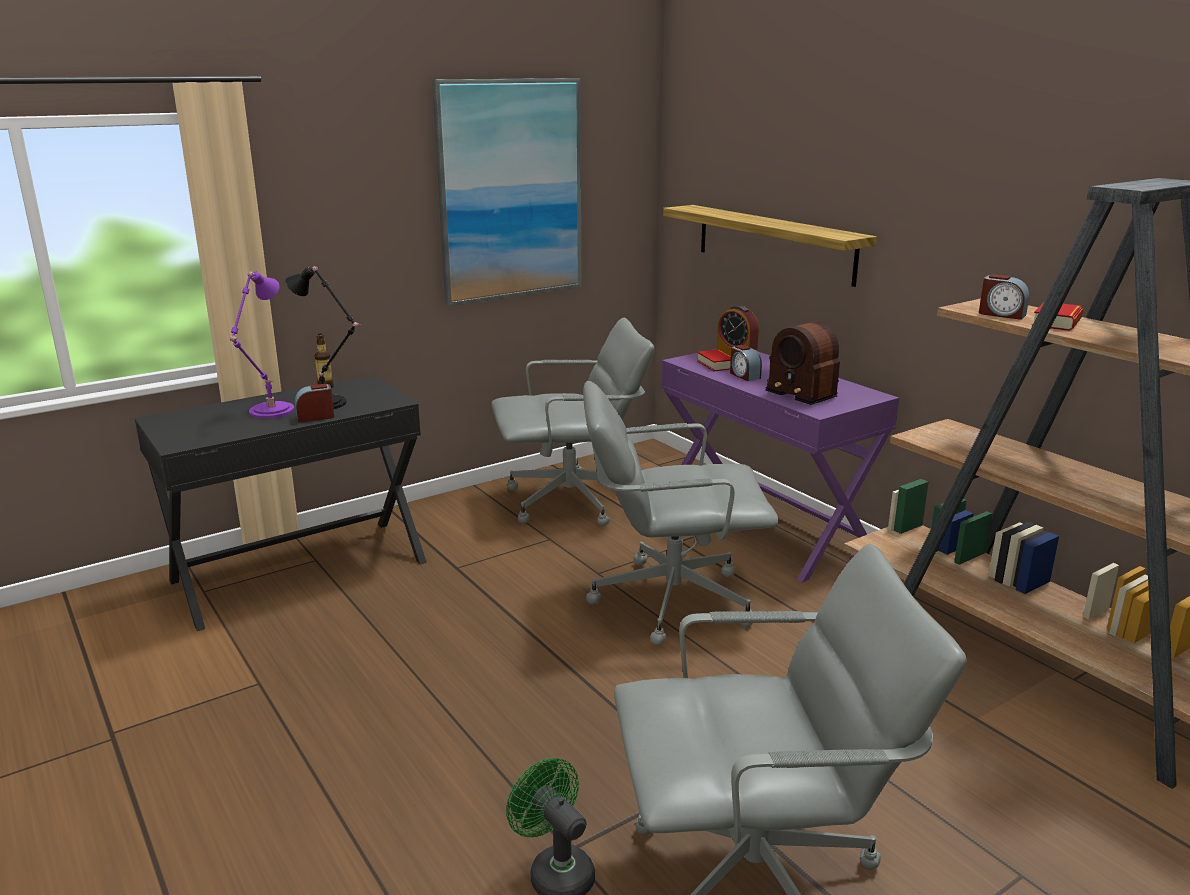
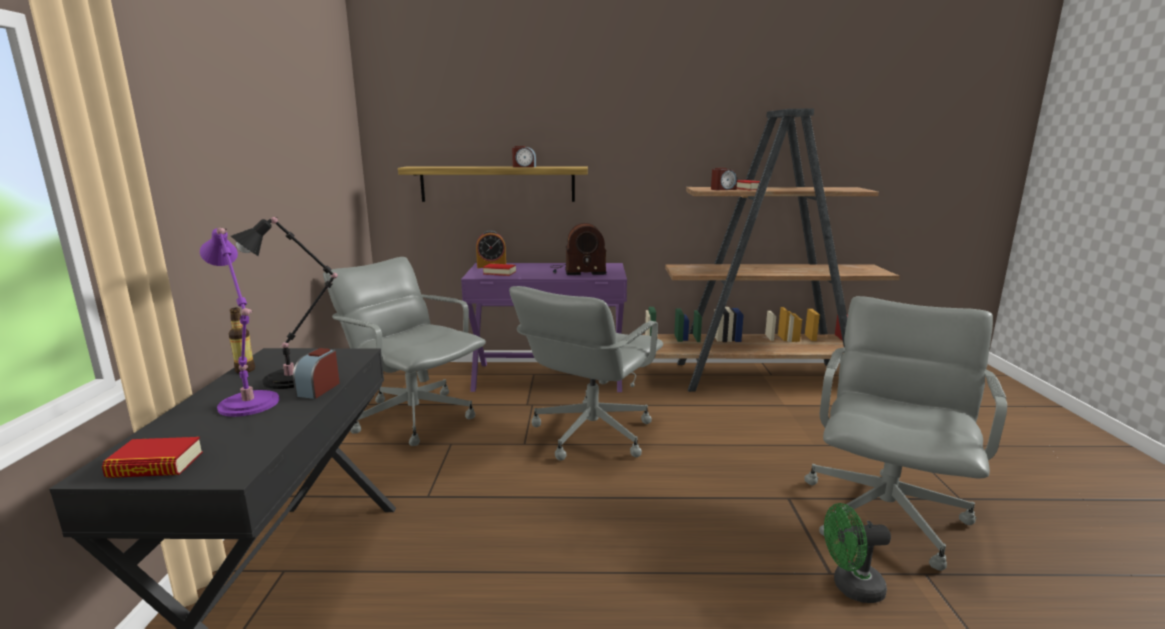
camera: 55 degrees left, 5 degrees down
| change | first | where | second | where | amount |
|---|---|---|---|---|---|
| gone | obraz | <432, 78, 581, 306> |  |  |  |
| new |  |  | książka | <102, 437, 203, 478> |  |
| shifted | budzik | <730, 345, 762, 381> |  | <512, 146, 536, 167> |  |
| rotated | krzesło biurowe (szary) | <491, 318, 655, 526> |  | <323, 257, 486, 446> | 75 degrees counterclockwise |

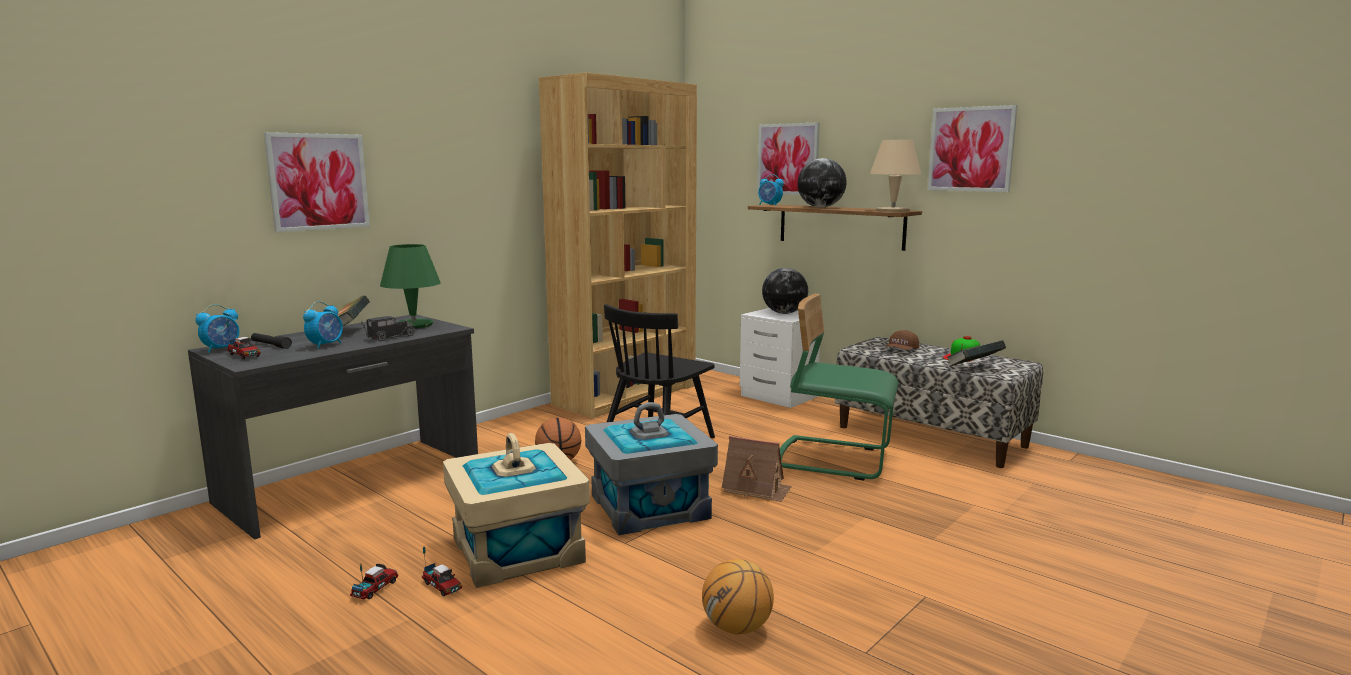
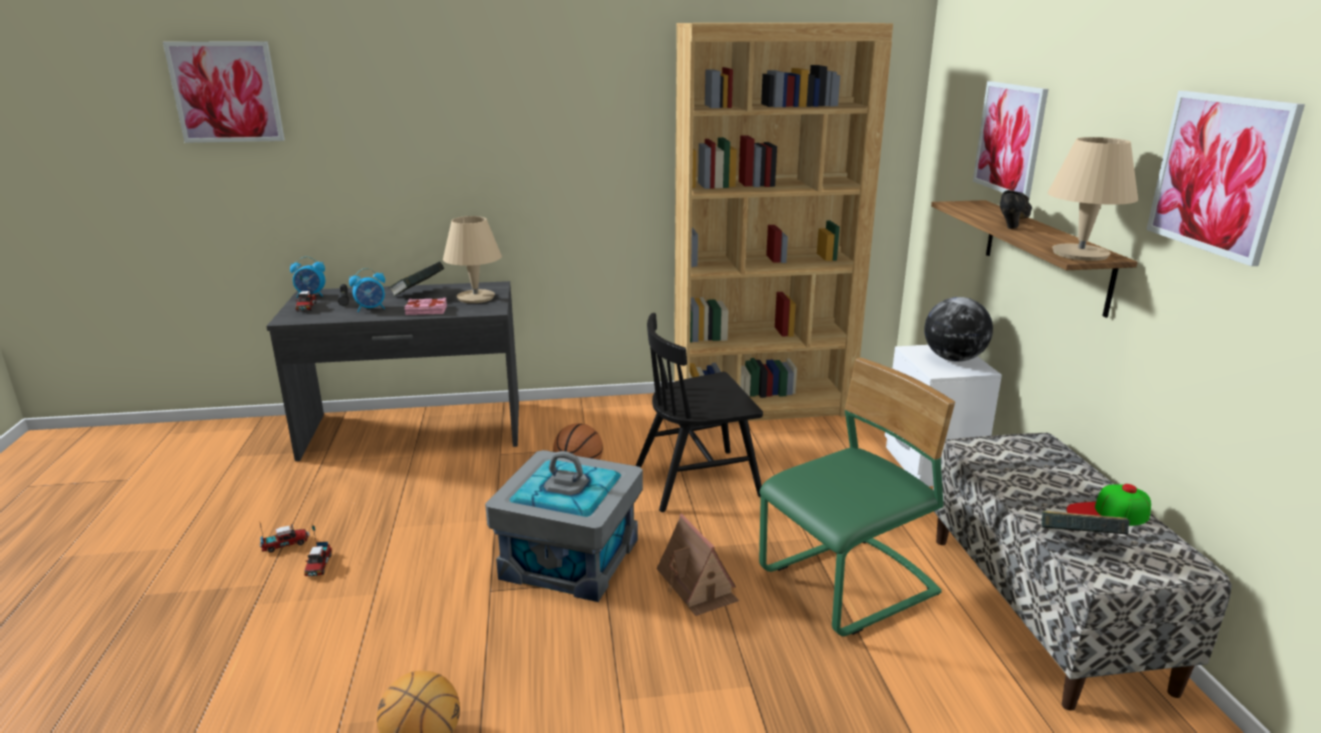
camera: 40 degrees right, 10 degrees up
| change | first | where | second | where | amount |
|---|---|---|---|---|---|
| gone | pojemnik do przechowywania (beżowy) | <443, 433, 590, 588> |  |  |  |
| gone | budzik | <758, 174, 784, 206> |  |  |  |
| gone | czapka z daszkiem (brązowy) | <885, 330, 920, 350> |  |  |  |
| shifted | obraz | <264, 132, 370, 232> |  | <163, 41, 285, 143> |  |
| swapped | ciężarówka zabawkowa | <361, 316, 415, 341> | książka (różowy) | <404, 298, 447, 315> |  |
| swapped | globus | <797, 158, 847, 207> | but (czarny) | <1000, 190, 1032, 229> |  |
| repainted | lampa stołowa (zielony) | <380, 244, 441, 329> | lampa stołowa (beżowy) | <443, 216, 502, 303> |  |
| rotated | krzesło (zielony) | <780, 294, 899, 481> |  | <759, 358, 955, 636> | 90 degrees clockwise |

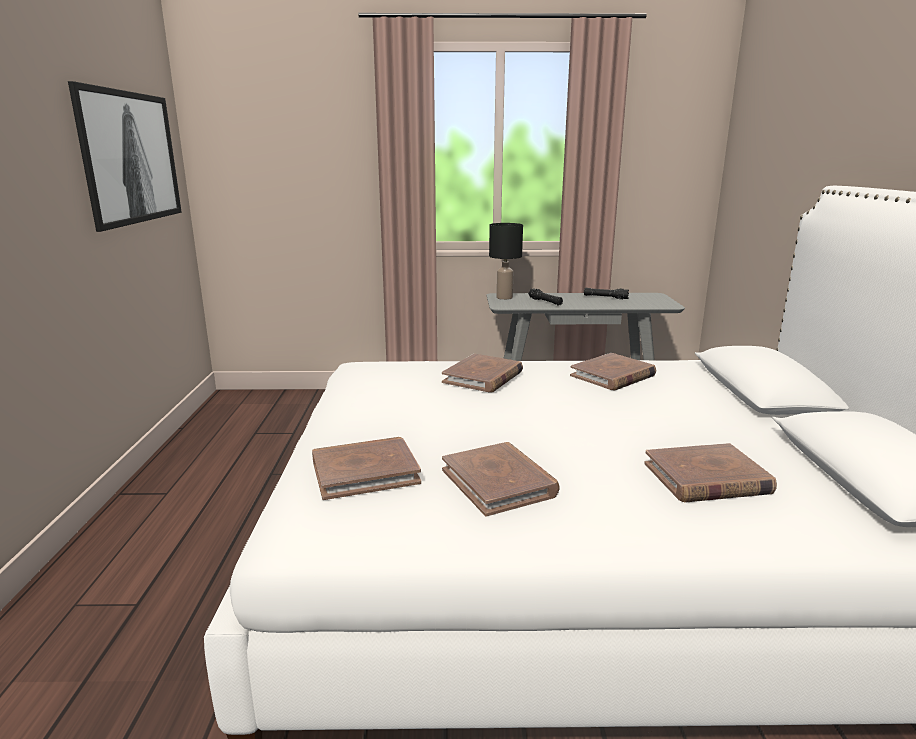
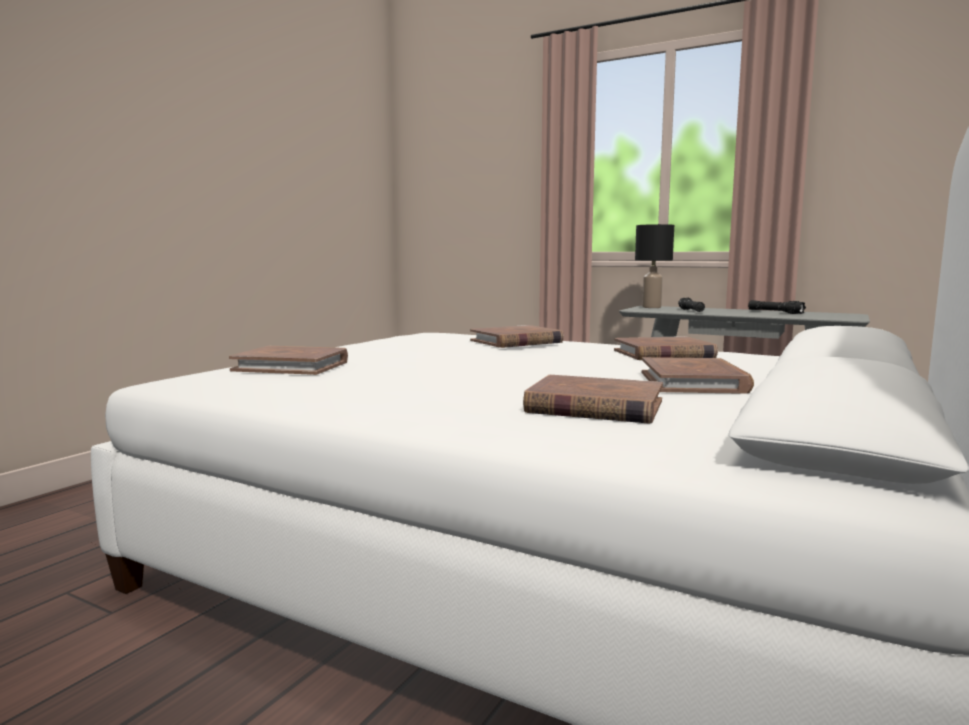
camera: 30 degrees right, 10 degrees down
| change | first | where | second | where | amount |
|---|---|---|---|---|---|
| gone | obraz | <68, 81, 182, 232> |  |  |  |
| shifted | książka (brązowy) | <442, 442, 560, 516> |  | <642, 357, 754, 394> |  |

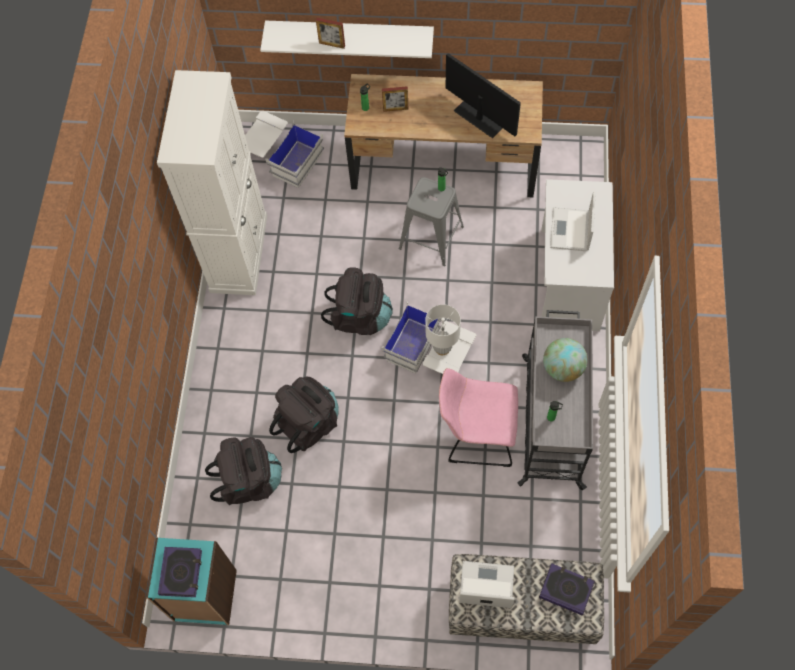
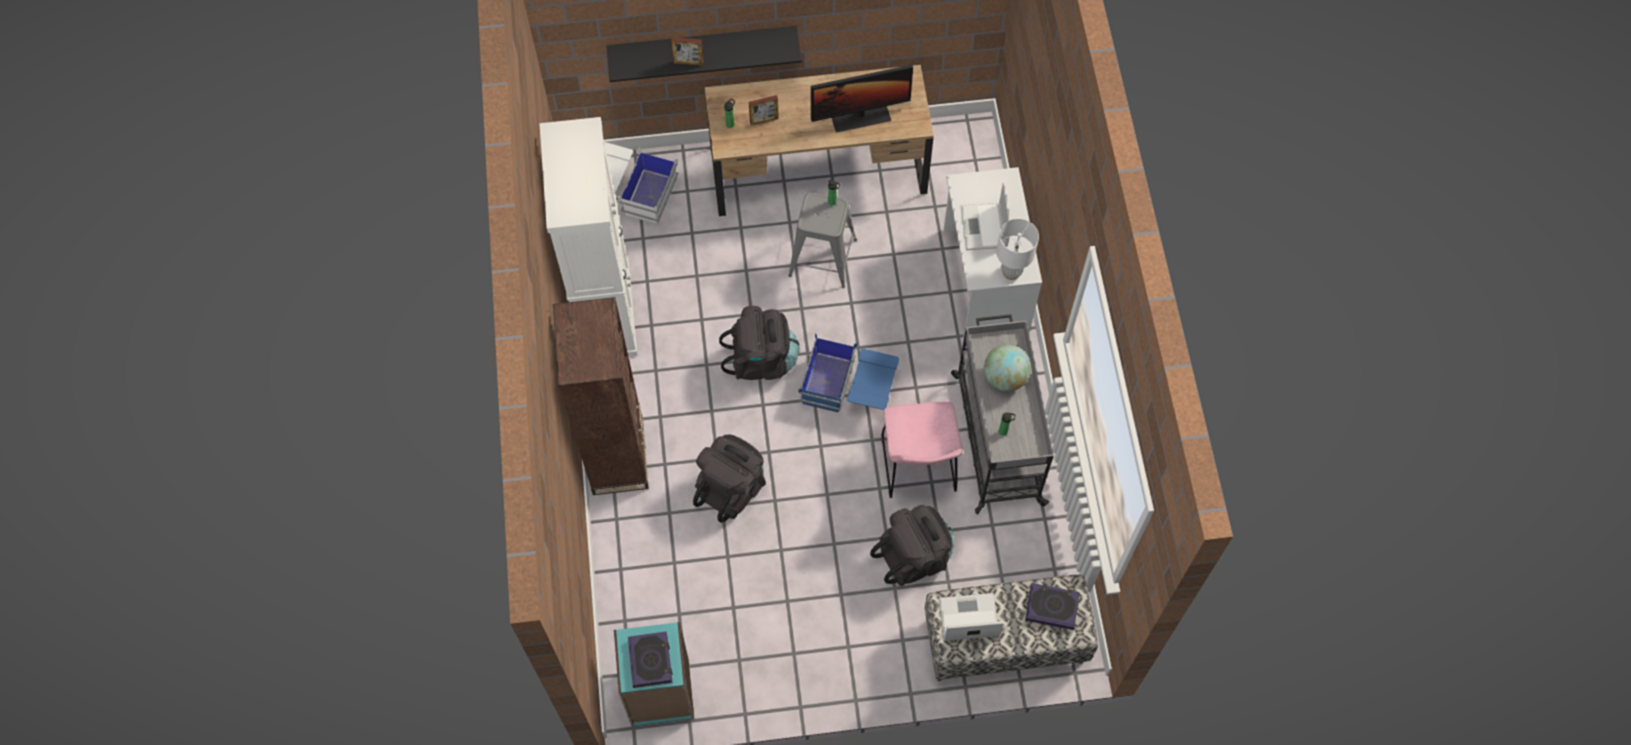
camera: 15 degrees left, 0 degrees up
| change | first | where | second | where | amount |
|---|---|---|---|---|---|
| new |  |  | regał (brązowy) | <553, 297, 649, 495> |  |
| shifted | plecak (czarny) | <205, 437, 282, 505> |  | <870, 505, 954, 586> |  |
| shifted | lampa stołowa (biały) | <425, 304, 461, 355> |  | <996, 219, 1039, 280> |  |
| repainted | półka (biały) | <260, 20, 434, 58> | półka (czarny) | <606, 26, 802, 82> |  |
| repainted | pojemnik do przechowywania (biały) | <381, 302, 476, 374> | pojemnik do przechowywania (niebieski) | <798, 333, 899, 412> |  |
| rotated | krzesło (różowy) | <439, 368, 518, 467> |  | <881, 402, 963, 498> | 90 degrees counterclockwise |
| rotated | monitor | <446, 53, 521, 138> |  | <811, 65, 913, 133> | 135 degrees clockwise |

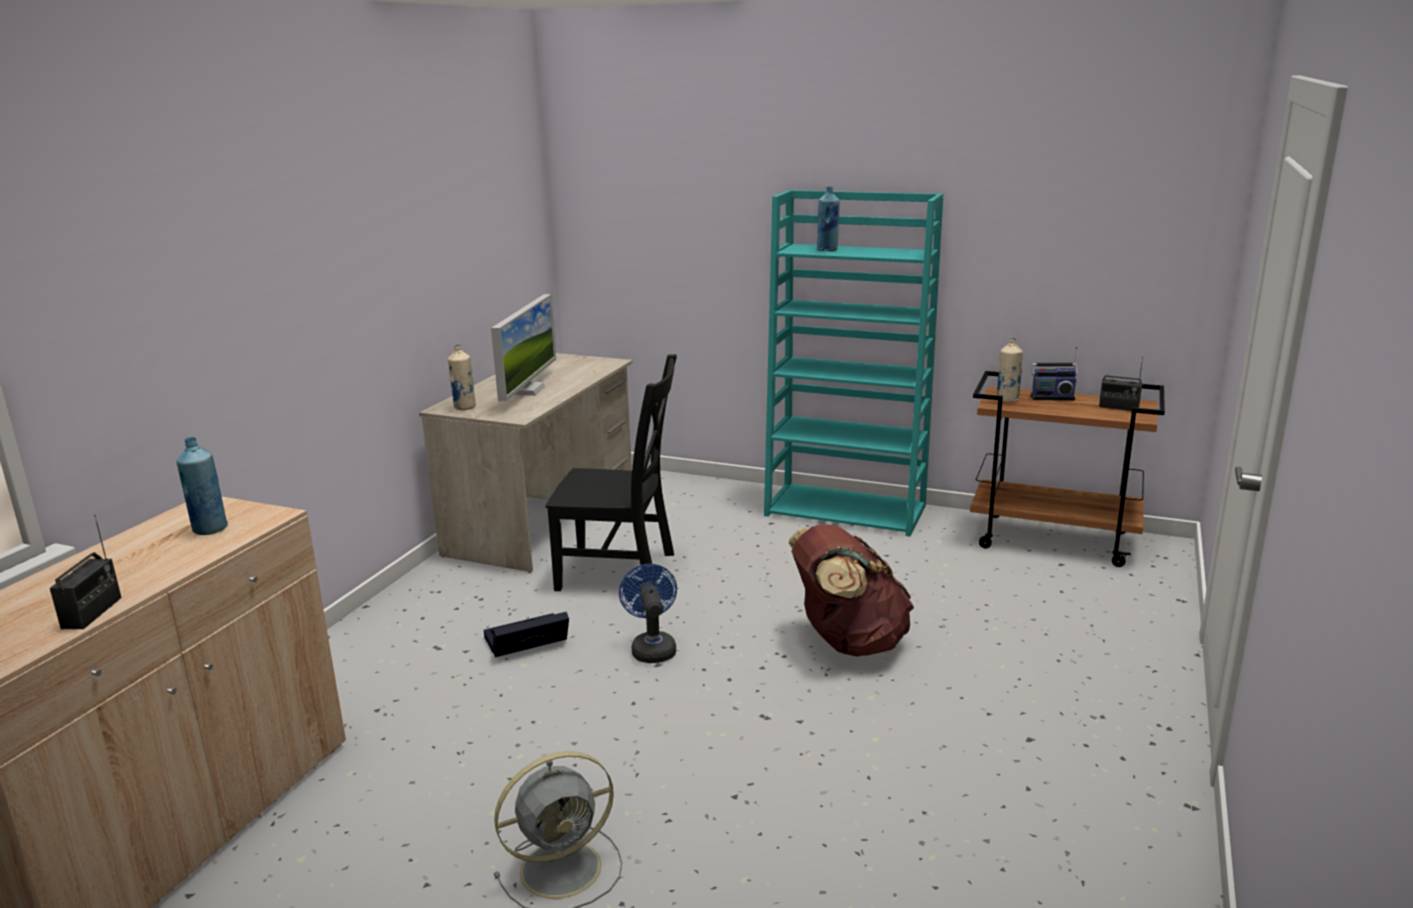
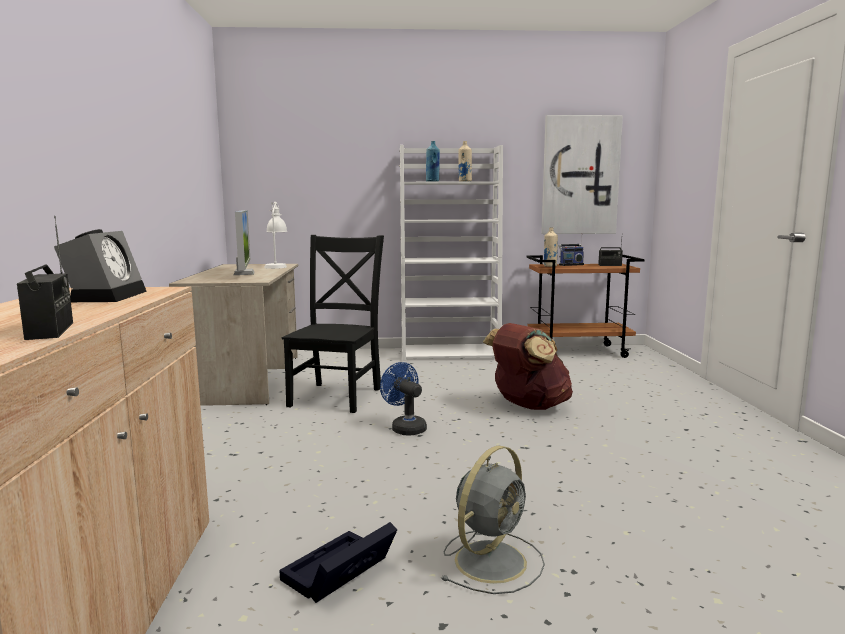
camera: 25 degrees left, 10 degrees down
| change | first | where | second | where | amount |
|---|---|---|---|---|---|
| new |  |  | lampa stołowa (biały) | <264, 202, 288, 269> |  |
| new |  |  | obraz | <541, 115, 623, 234> |  |
| shifted | butelka (beżowy) | <448, 344, 476, 410> |  | <458, 141, 472, 182> |  |
| shifted | pojemnik do przechowywania (czarny) | <484, 612, 569, 657> |  | <279, 522, 398, 603> |  |
| swapped | butelka (niebieski) | <176, 437, 228, 535> | budzik | <54, 229, 147, 302> |  |
| repainted | regał (turkusowy) | <764, 190, 943, 536> | regał (biały) | <400, 145, 503, 361> |  |
| rotated | krzesło (czarny) | <545, 354, 677, 591> |  | <282, 235, 384, 413> | 60 degrees counterclockwise |

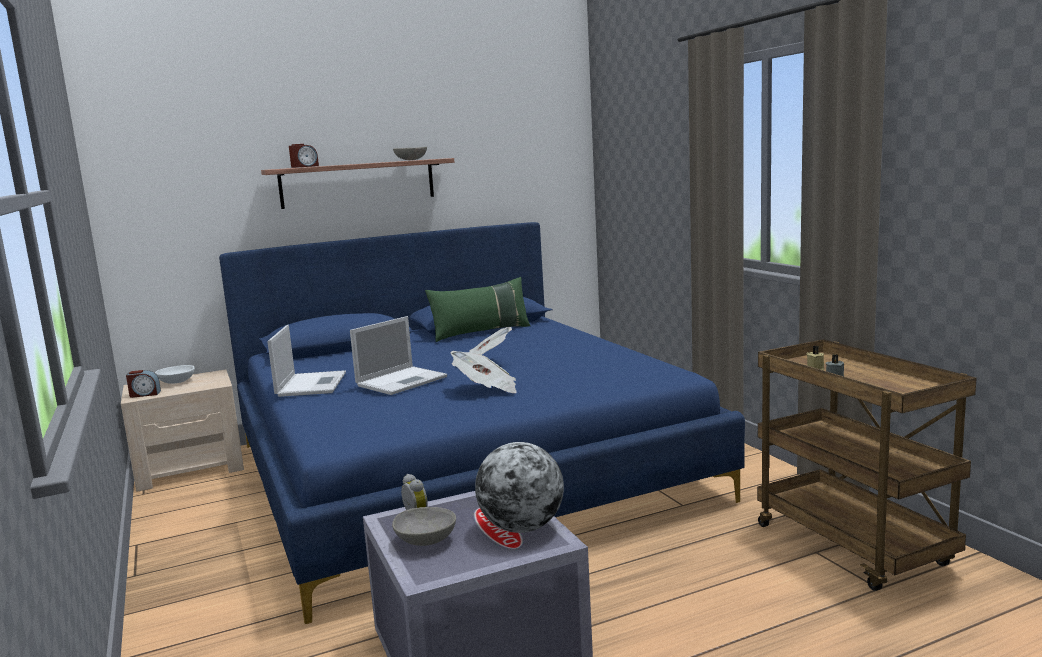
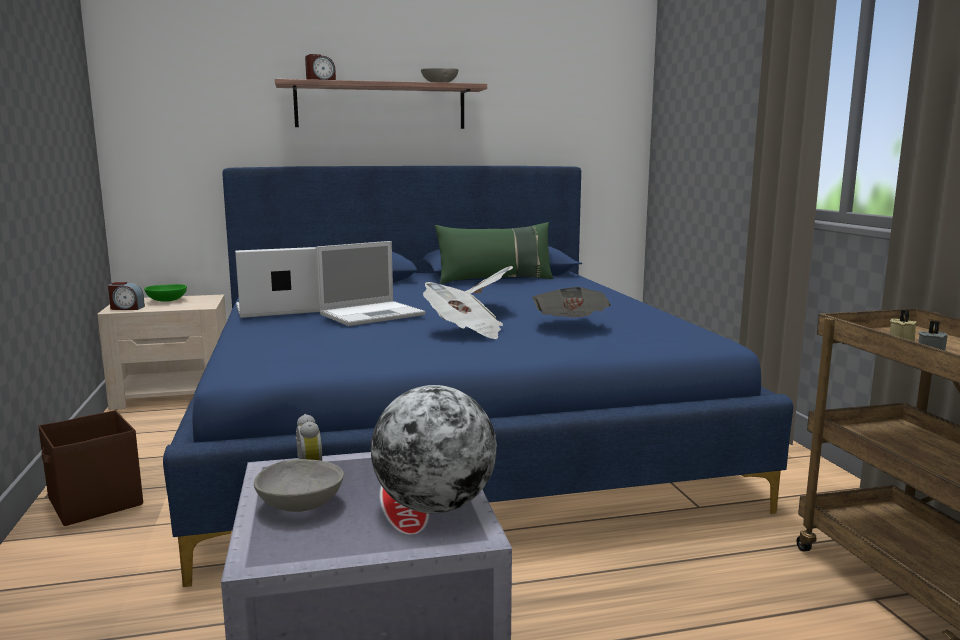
camera: 10 degrees right, 0 degrees up
| change | first | where | second | where | amount |
|---|---|---|---|---|---|
| new |  |  | pojemnik do przechowywania (brązowy) | <38, 410, 143, 526> |  |
| new |  |  | gazeta | <532, 287, 611, 317> |  |
| repainted | miska (biały) | <155, 365, 195, 384> | miska (zielony) | <144, 284, 187, 302> |  |
| rotated | laptop | <267, 325, 346, 397> |  | <235, 247, 320, 318> | 120 degrees counterclockwise |

